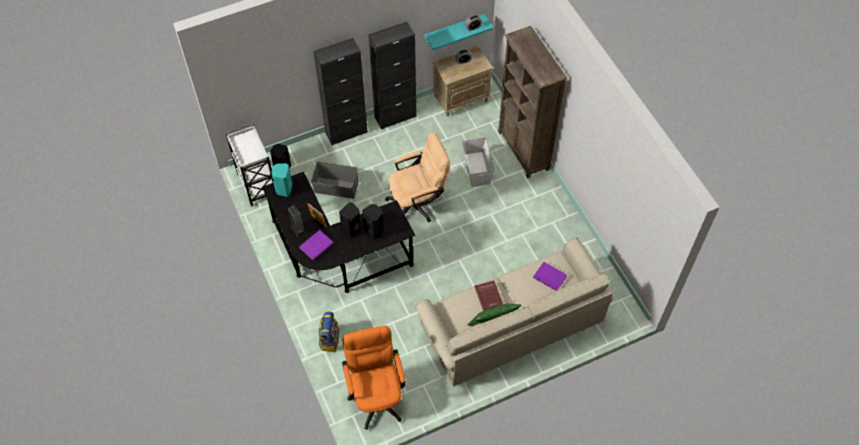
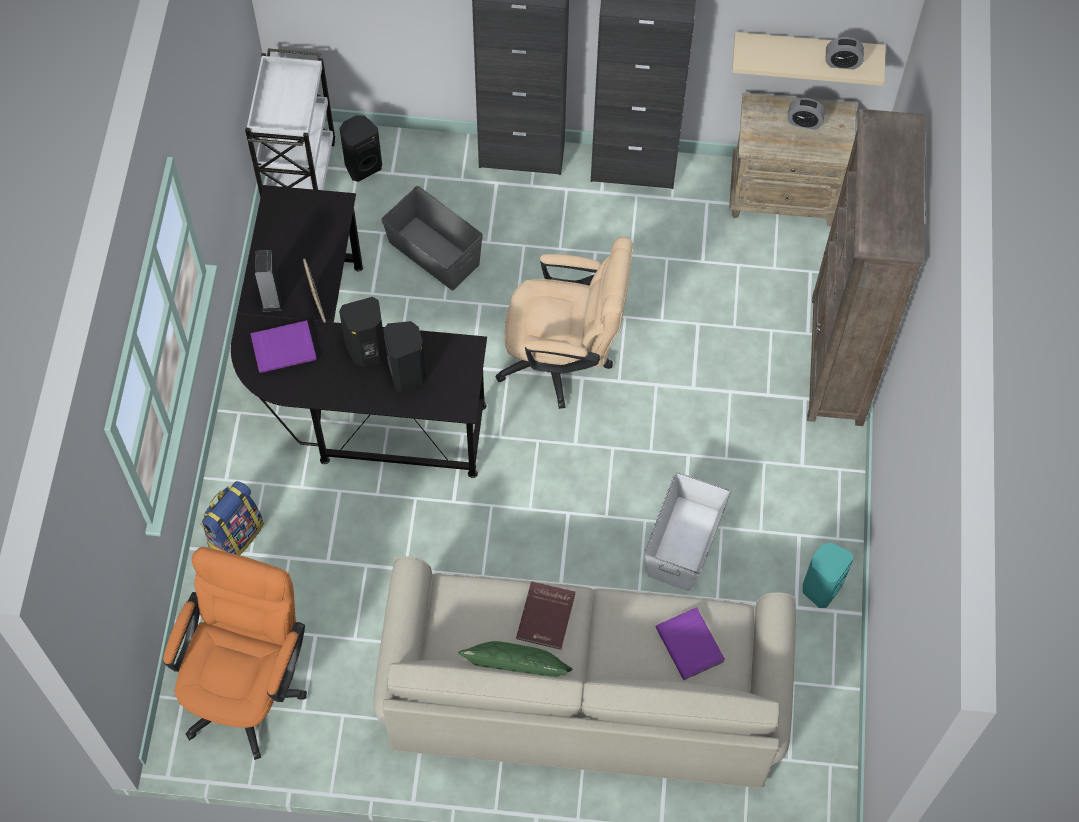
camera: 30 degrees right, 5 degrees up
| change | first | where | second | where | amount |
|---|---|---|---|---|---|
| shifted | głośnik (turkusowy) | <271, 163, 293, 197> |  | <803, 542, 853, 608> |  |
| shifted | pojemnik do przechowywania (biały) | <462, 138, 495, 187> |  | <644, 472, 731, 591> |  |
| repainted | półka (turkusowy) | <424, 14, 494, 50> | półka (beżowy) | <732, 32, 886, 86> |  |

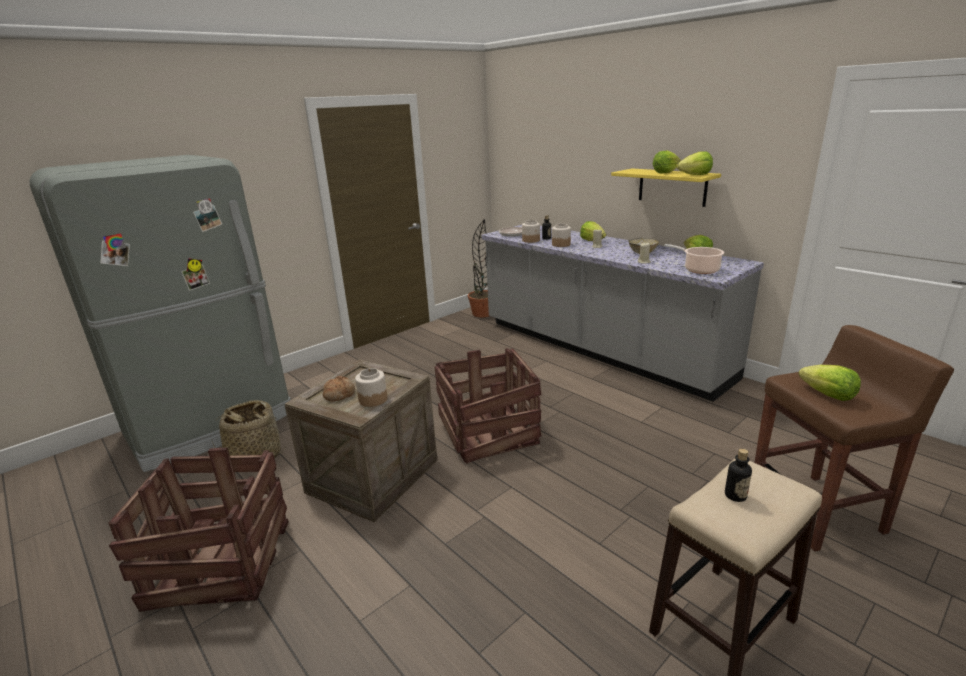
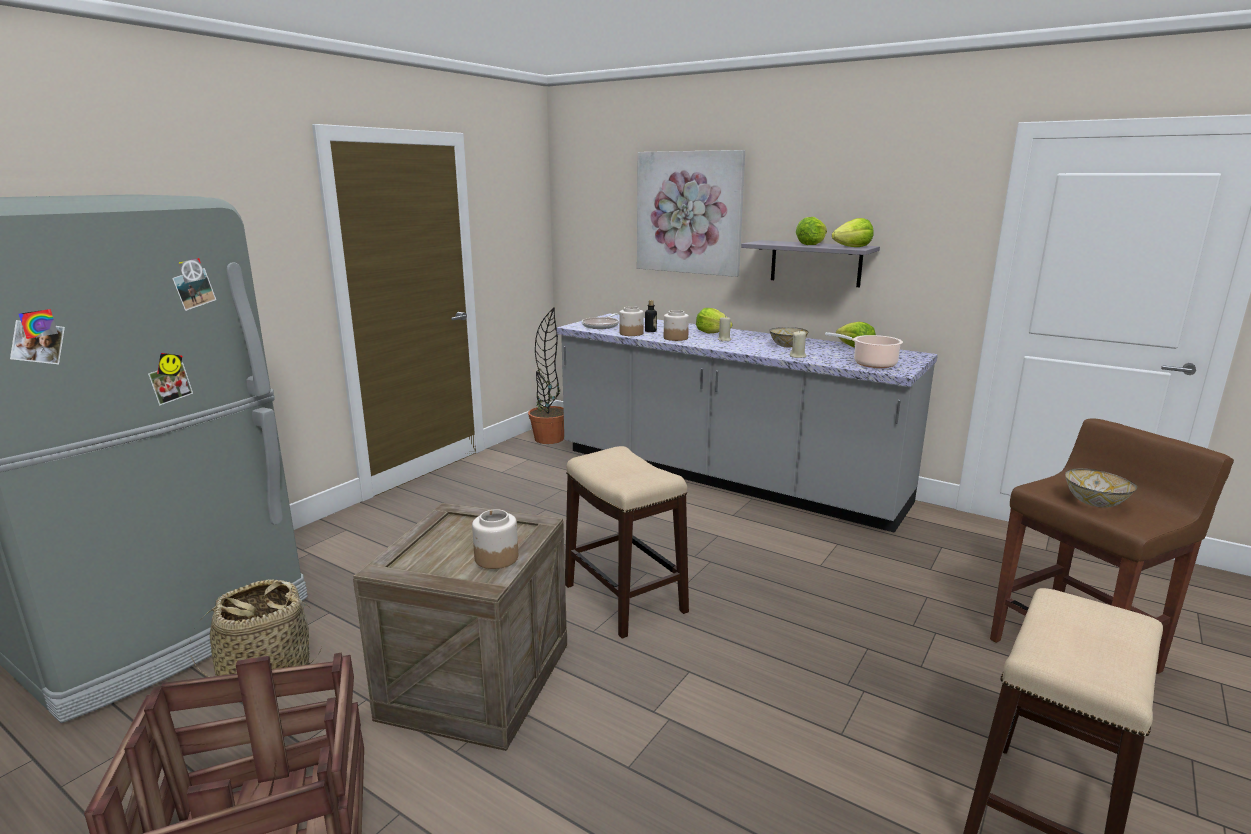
camera: 15 degrees left, 5 degrees down
| change | first | where | second | where | amount |
|---|---|---|---|---|---|
| gone | chleb | <323, 376, 355, 401> |  |  |  |
| gone | butelka | <725, 449, 752, 502> |  |  |  |
| new |  |  | obraz | <637, 150, 745, 277> |  |
| swapped | skrzynka | <434, 348, 541, 464> | stołek | <565, 446, 689, 639> |  |
| swapped | sałata | <798, 365, 861, 401> | miska | <1065, 468, 1137, 508> |  |
| repainted | półka (żółty) | <611, 169, 721, 207> | półka (szary) | <741, 240, 880, 287> |  |

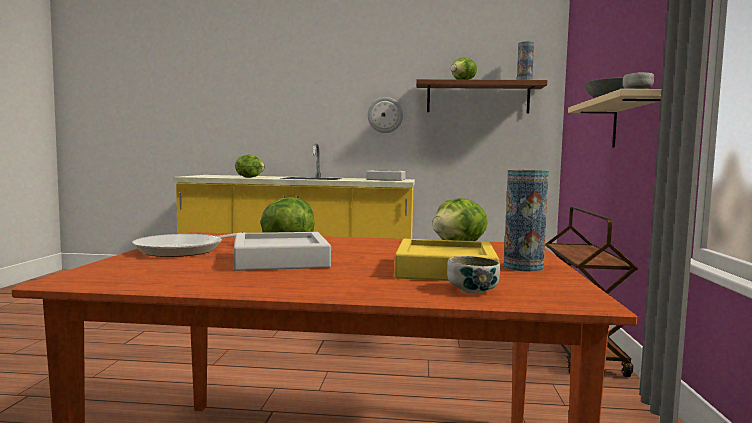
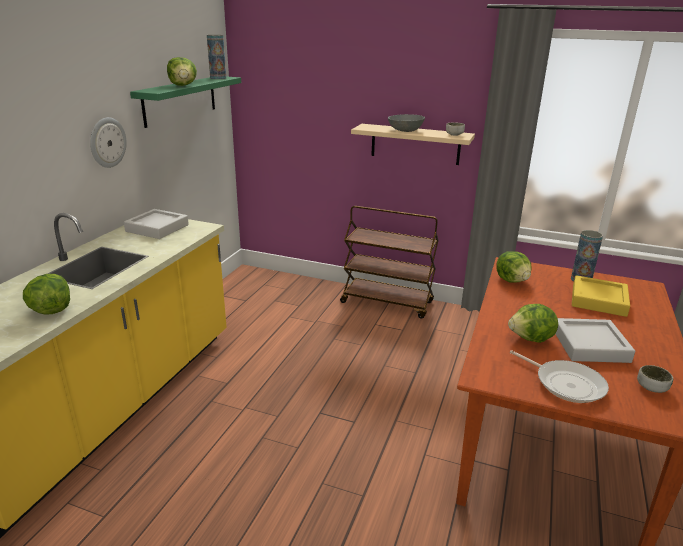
camera: 75 degrees left, 20 degrees up
| change | first | where | second | where | amount |
|---|---|---|---|---|---|
| shifted | miska | <447, 256, 501, 293> |  | <637, 365, 673, 393> |  |
| repainted | półka (brązowy) | <416, 79, 548, 113> | półka (zielony) | <130, 76, 241, 128> |  |

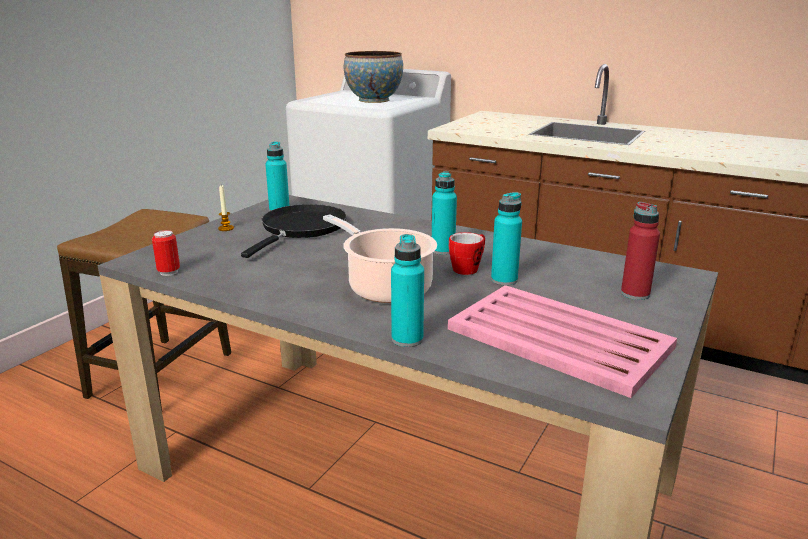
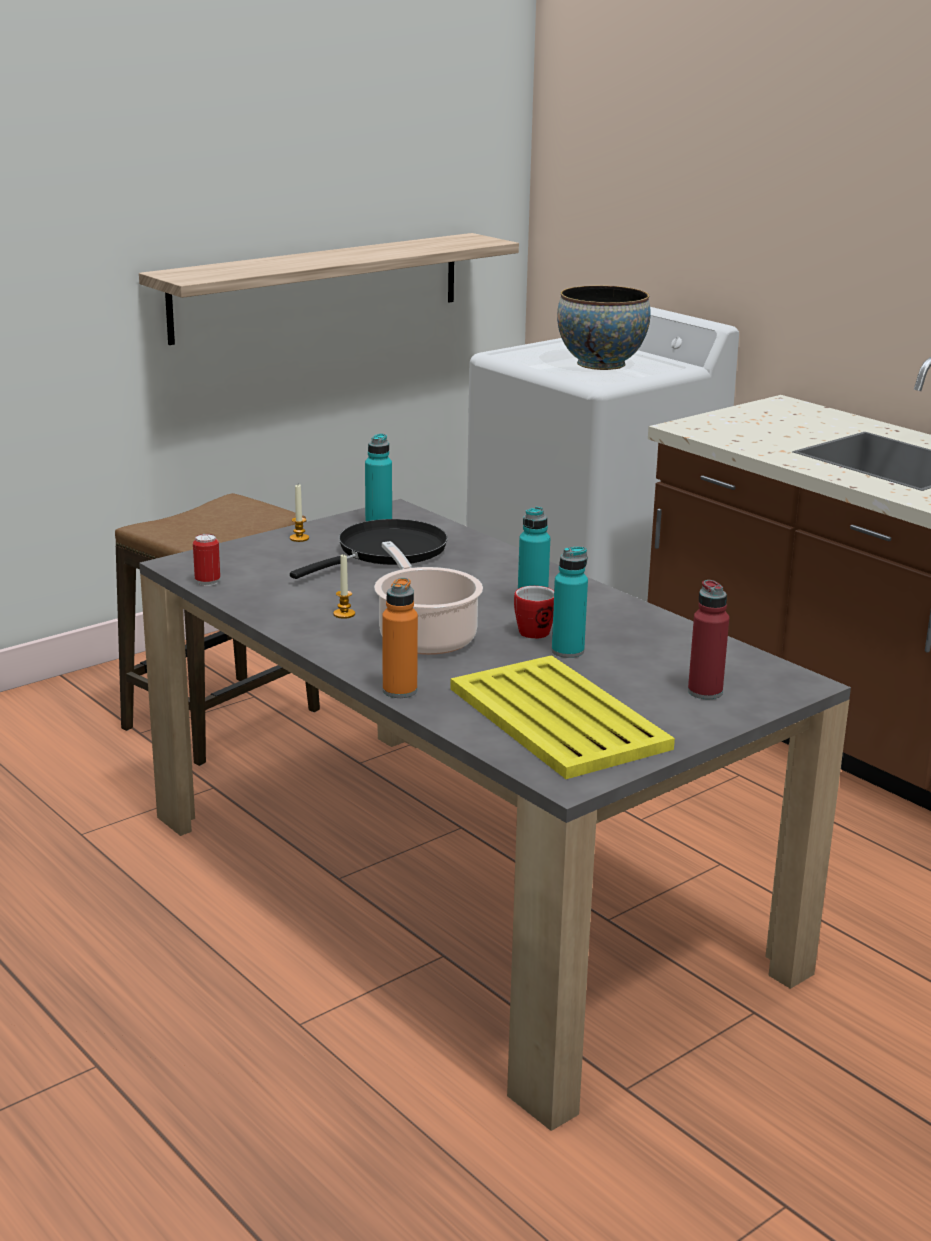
camera: 20 degrees right, 0 degrees up
| change | first | where | second | where | amount |
|---|---|---|---|---|---|
| new |  |  | półka | <139, 233, 519, 345> |  |
| new |  |  | świeca | <333, 553, 355, 619> |  |
| repainted | butelka (turkusowy) | <391, 234, 424, 347> | butelka (pomarańczowy) | <382, 578, 418, 698> |  |
| repainted | taca (różowy) | <448, 285, 677, 398> | taca (żółty) | <450, 655, 675, 779> |  |

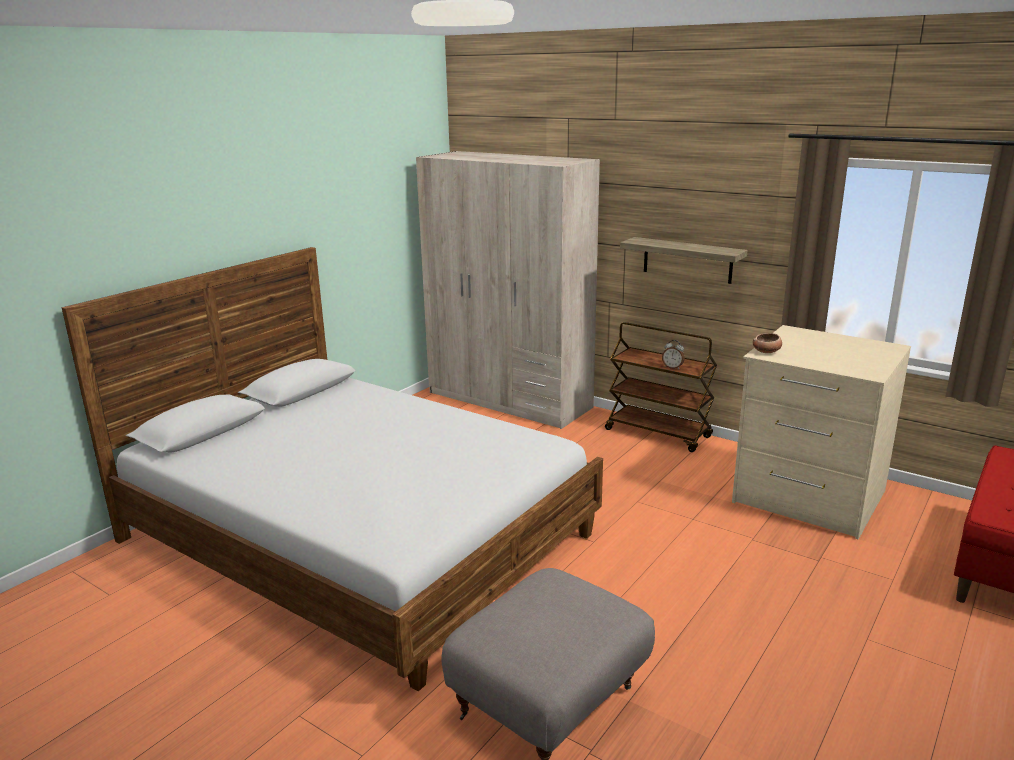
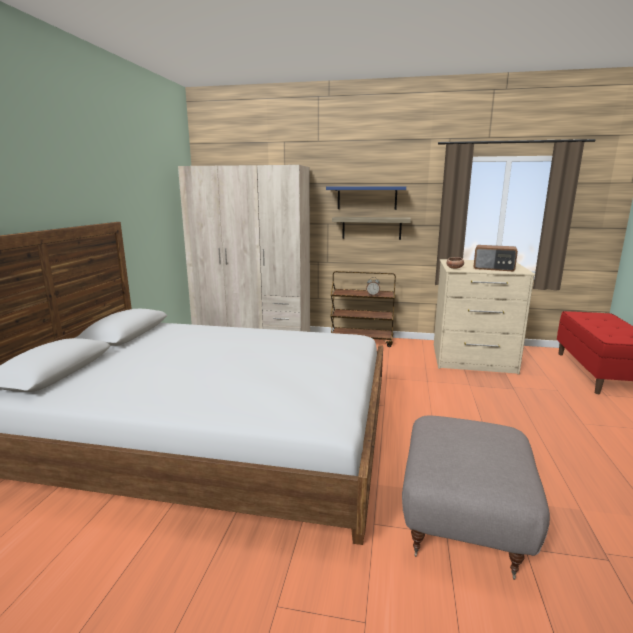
camera: 25 degrees left, 5 degrees down
| change | first | where | second | where | amount |
|---|---|---|---|---|---|
| new |  |  | półka (niebieski) | <326, 186, 406, 210> |  |
| new |  |  | radio | <473, 245, 518, 271> |  |

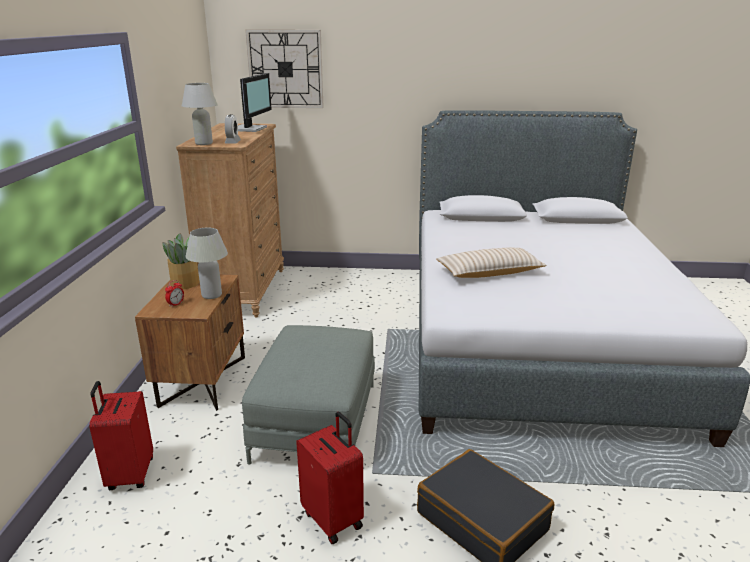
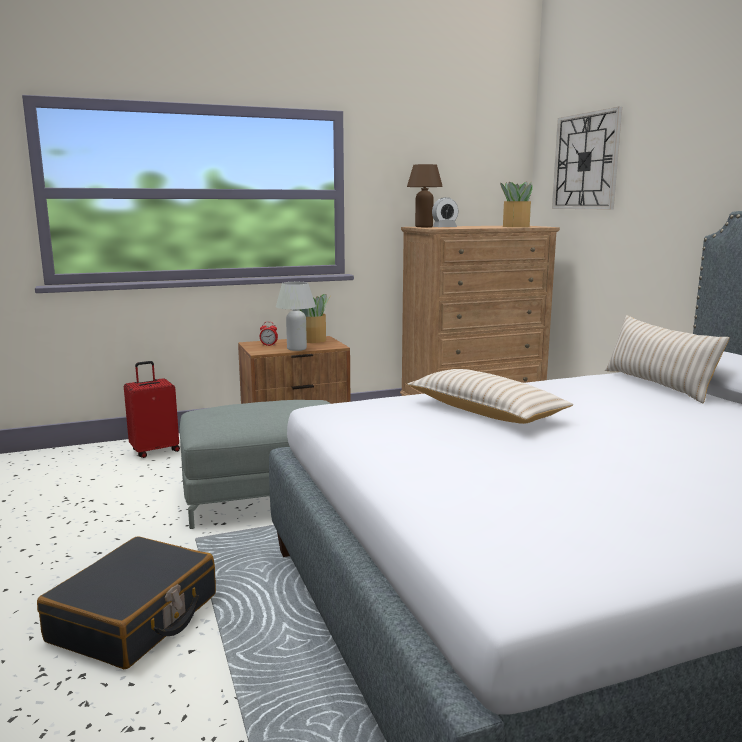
camera: 65 degrees right, 10 degrees down
| change | first | where | second | where | amount |
|---|---|---|---|---|---|
| gone | walizka (czerwony) | <296, 412, 364, 544> |  |  |  |
| new |  |  | poduszka (beżowy) | <605, 315, 730, 403> |  |
| swapped | monitor | <238, 73, 272, 132> | roślina doniczkowa | <500, 181, 533, 227> |  |
| repainted | lampa stołowa (biały) | <182, 83, 218, 145> | lampa stołowa (brązowy) | <407, 164, 443, 227> |  |

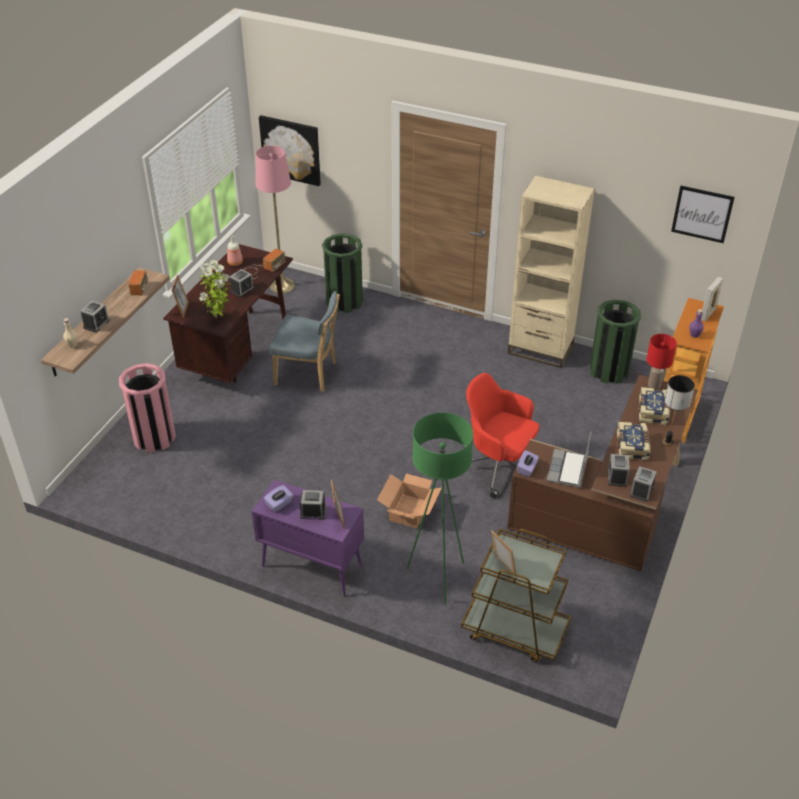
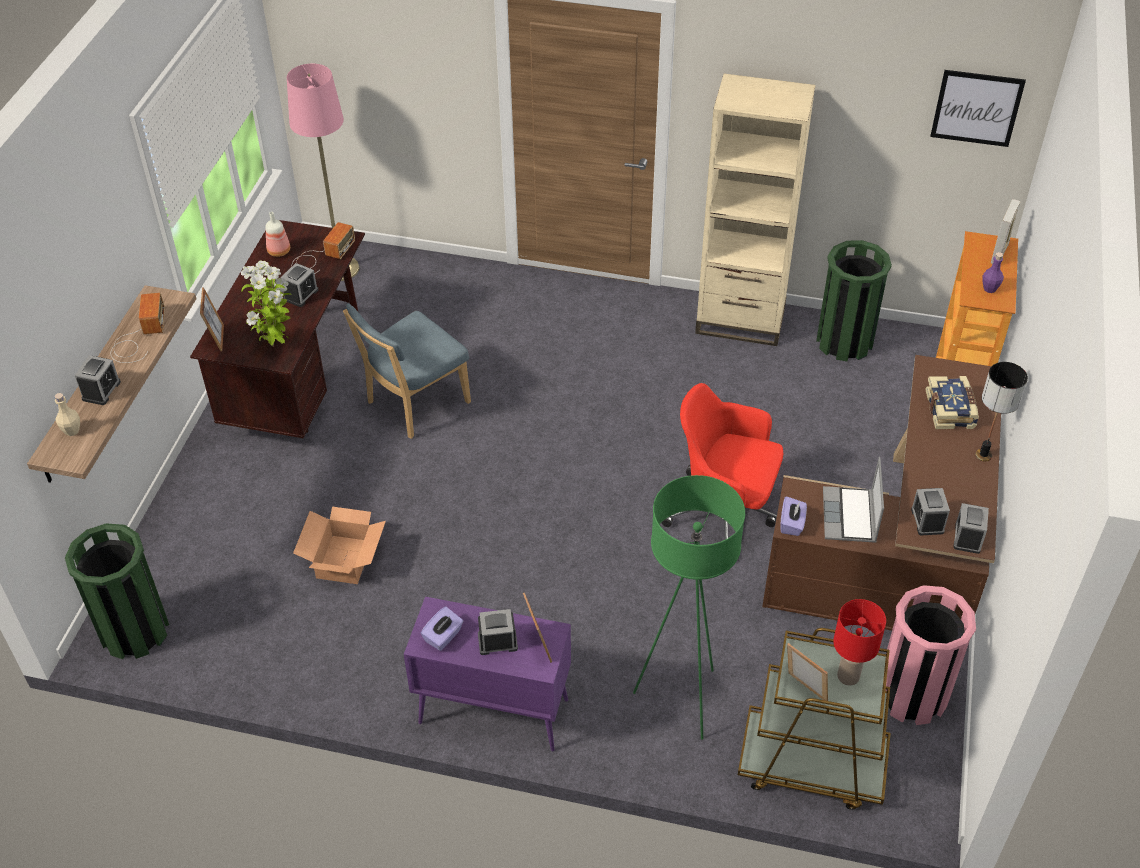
camera: 10 degrees left, 5 degrees up
| change | first | where | second | where | amount |
|---|---|---|---|---|---|
| gone | obraz | <259, 115, 321, 186> |  |  |  |
| gone | książka | <617, 422, 651, 460> |  |  |  |
| shifted | kosz na śmieci (różowy) | <119, 363, 176, 452> |  | <886, 585, 976, 725> |  |
| shifted | kosz na śmieci (zielony) | <322, 233, 363, 313> |  | <65, 523, 169, 659> |  |
| shifted | karton | <377, 474, 442, 528> |  | <293, 507, 386, 584> |  |
| shifted | lampa stołowa (czerwony) | <646, 334, 677, 390> |  | <833, 599, 886, 686> |  |
| rotated | krzesło (niebieski) | <269, 291, 340, 392> |  | <343, 304, 471, 439> | 135 degrees clockwise |

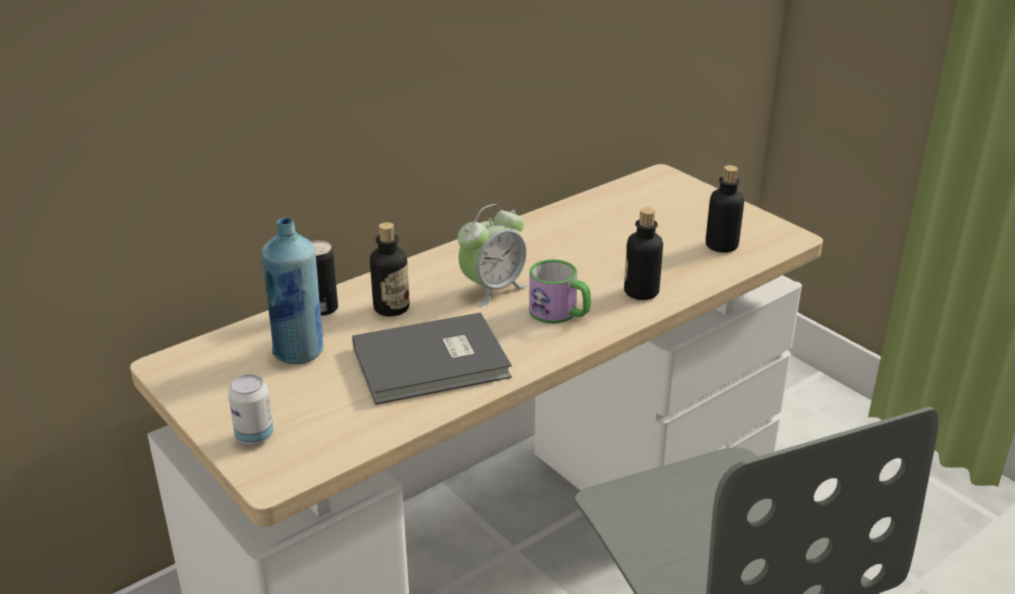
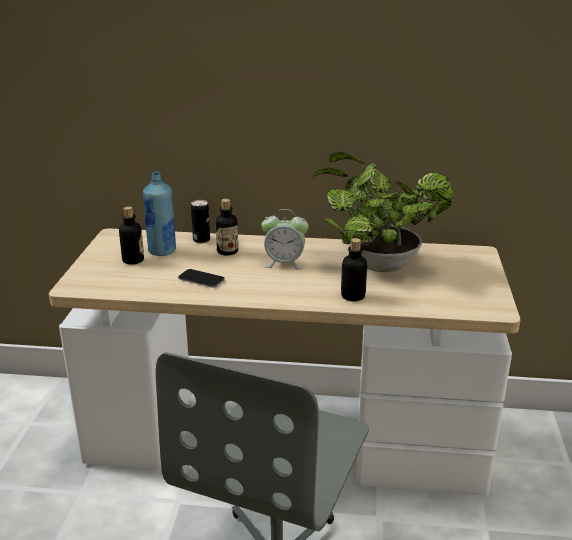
camera: 45 degrees right, 5 degrees down
| change | first | where | second | where | amount |
|---|---|---|---|---|---|
| gone | puszka | <228, 374, 274, 446> |  |  |  |
| gone | kubek | <529, 259, 591, 324> |  |  |  |
| new |  |  | roślina doniczkowa | <312, 152, 454, 272> |  |
| shifted | butelka | <706, 165, 744, 253> |  | <119, 206, 144, 264> |  |
| swapped | książka (szary) | <352, 313, 512, 405> | telefon | <178, 269, 225, 288> |  |

